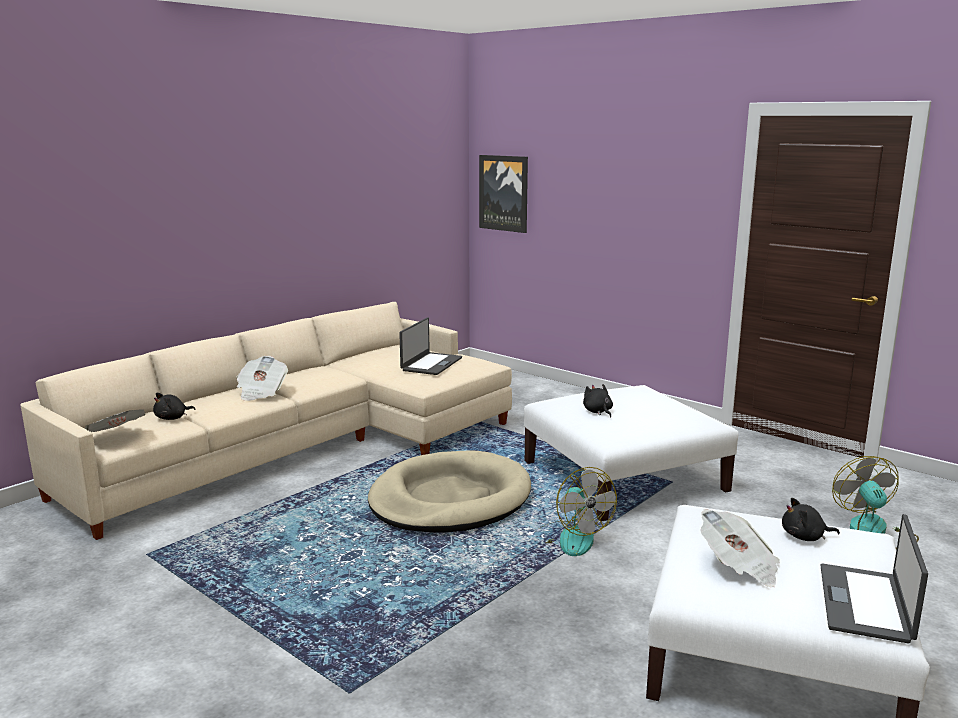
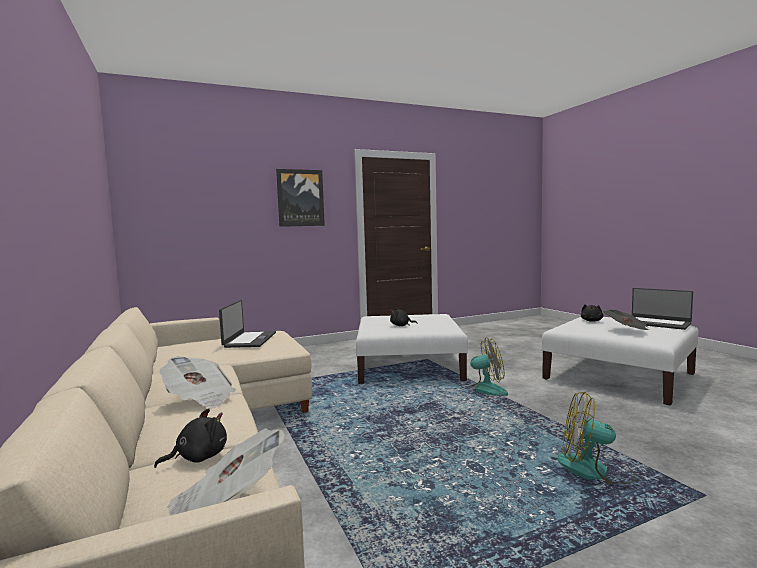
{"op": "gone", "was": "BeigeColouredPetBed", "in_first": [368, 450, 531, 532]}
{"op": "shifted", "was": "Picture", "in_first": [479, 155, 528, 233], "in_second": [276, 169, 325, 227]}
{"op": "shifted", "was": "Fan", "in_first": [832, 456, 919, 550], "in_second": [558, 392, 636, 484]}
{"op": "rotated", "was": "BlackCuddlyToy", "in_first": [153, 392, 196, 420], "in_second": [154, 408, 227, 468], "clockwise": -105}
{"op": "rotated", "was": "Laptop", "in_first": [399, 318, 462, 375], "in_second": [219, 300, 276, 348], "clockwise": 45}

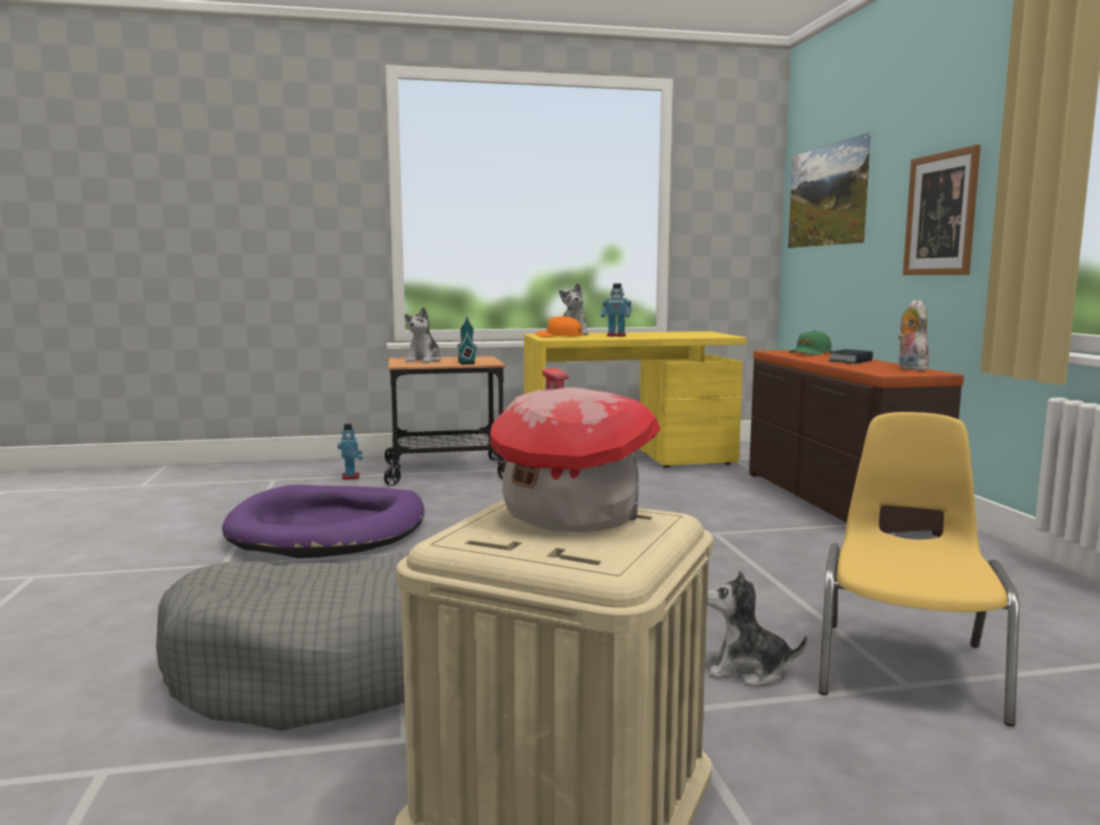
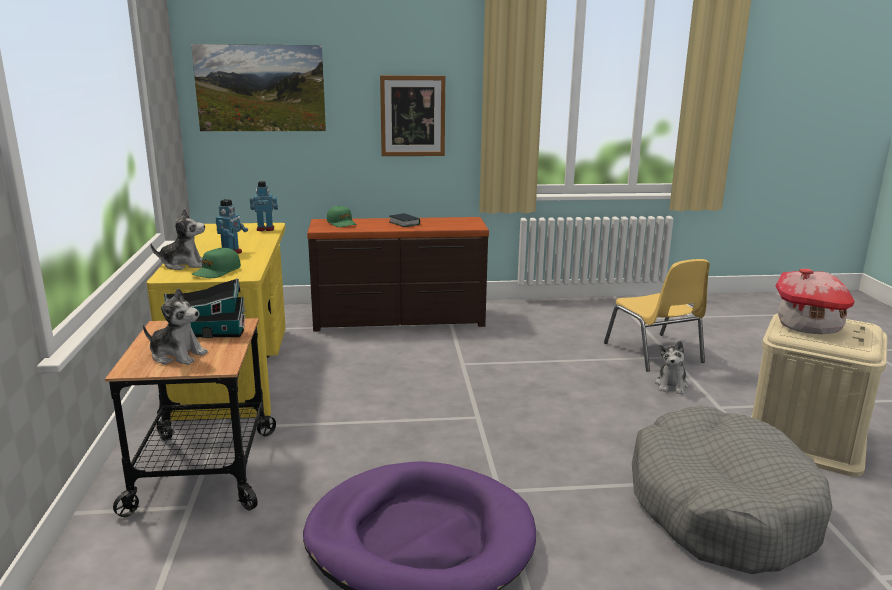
{"op": "gone", "was": "CuddlyToy", "in_first": [897, 300, 929, 371]}
{"op": "shifted", "was": "RobotFigure", "in_first": [337, 424, 363, 480], "in_second": [250, 181, 278, 231]}
{"op": "repainted", "was": "OrangeBaseballCap", "now": "GreenColouredBaseballCap", "in_first": [535, 316, 582, 337], "in_second": [191, 248, 241, 278]}
{"op": "rotated", "was": "YellowColouredChair", "in_first": [818, 412, 1019, 726], "in_second": [604, 259, 710, 372], "clockwise": -135}

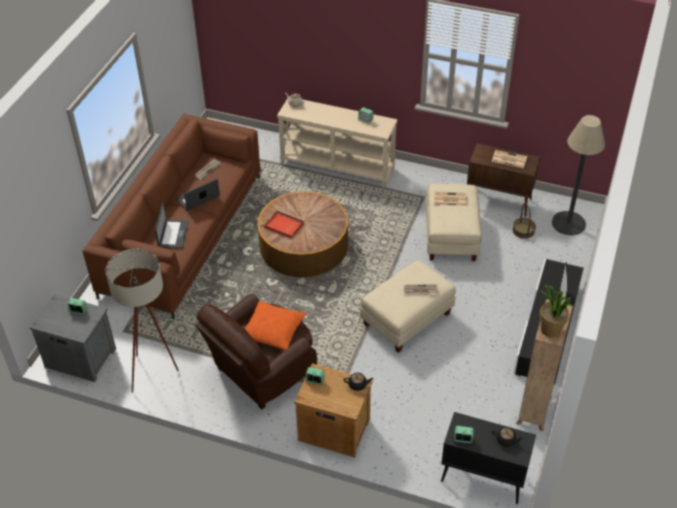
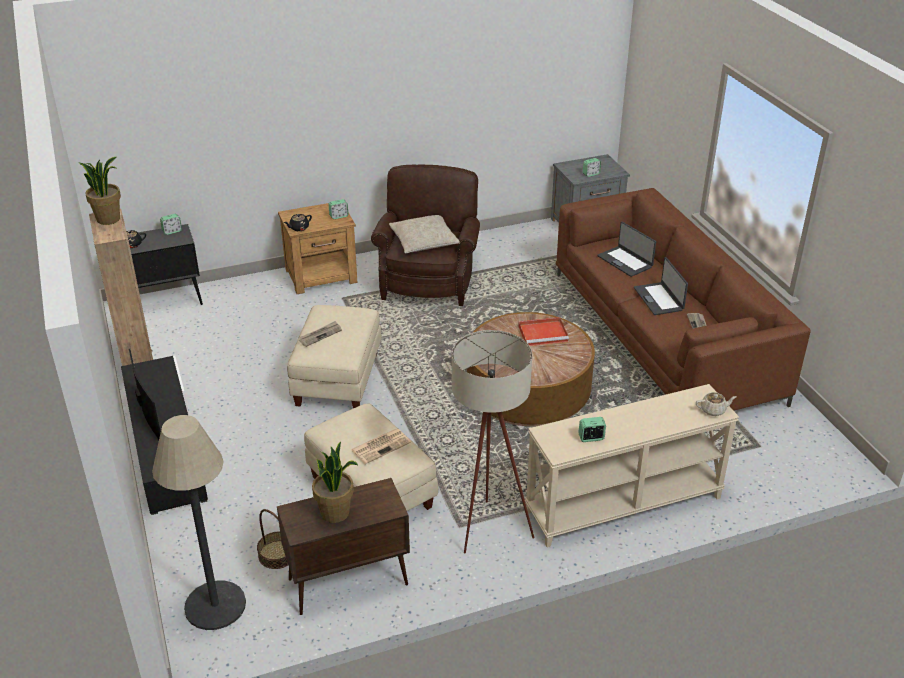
{"op": "shifted", "was": "BeigeColouredStandardLamp", "in_first": [105, 249, 179, 393], "in_second": [452, 330, 534, 553]}
{"op": "swapped", "was": "Newspaper", "now": "Houseplant", "in_first": [492, 150, 527, 168], "in_second": [312, 442, 358, 523]}
{"op": "repainted", "was": "OrangePillow", "now": "BeigeColouredPillow", "in_first": [245, 301, 307, 350], "in_second": [389, 215, 460, 253]}
{"op": "rotated", "was": "Laptop", "in_first": [176, 179, 220, 211], "in_second": [634, 257, 688, 315], "clockwise": 150}

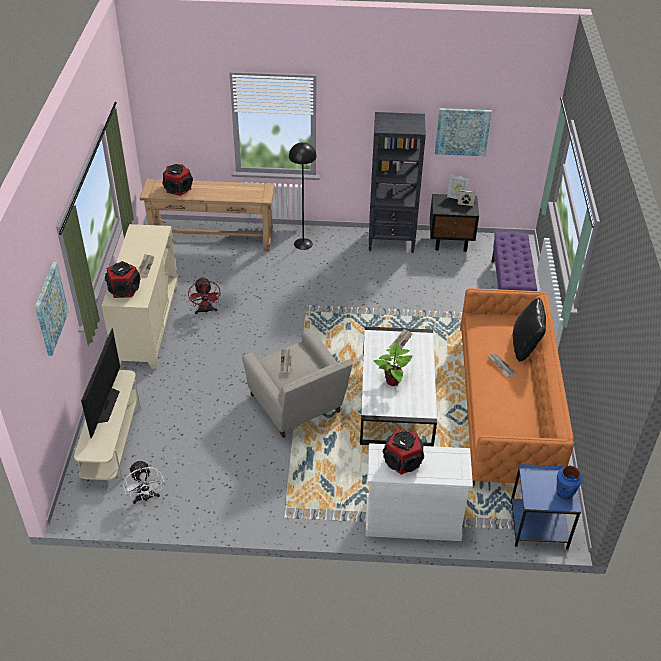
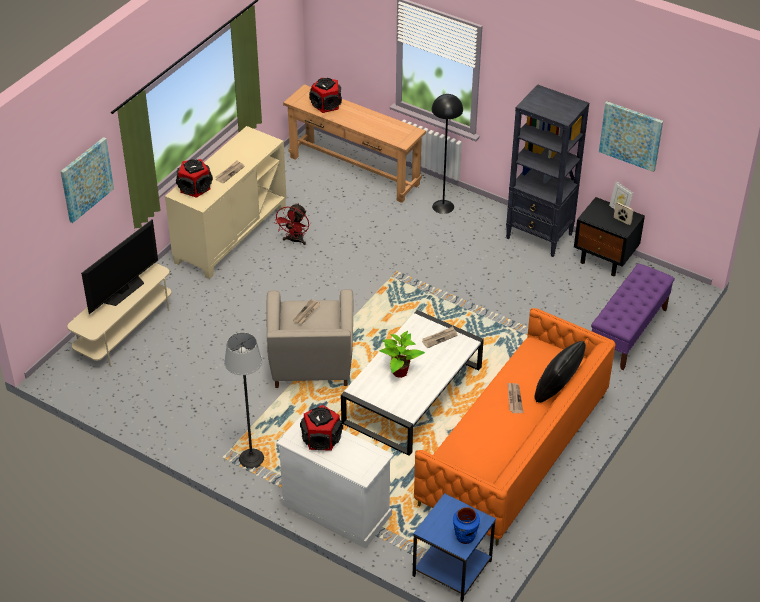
{"op": "gone", "was": "WhiteColouredFan", "in_first": [123, 460, 164, 504]}
{"op": "new", "now": "StandardLamp", "in_second": [224, 332, 264, 469]}

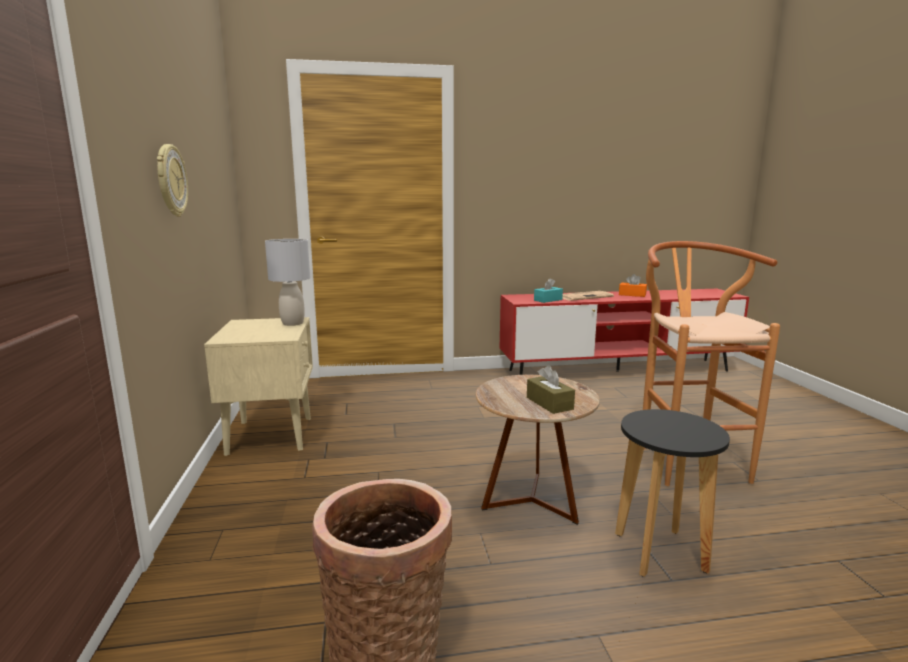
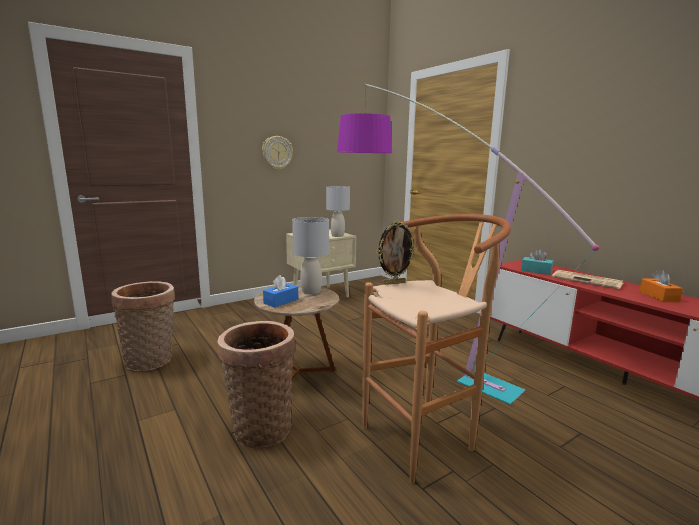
{"op": "new", "now": "GrayTableLamp", "in_second": [292, 217, 329, 295]}
{"op": "new", "now": "StandardLamp", "in_second": [337, 84, 599, 405]}
{"op": "new", "now": "StandingFrame", "in_second": [377, 220, 416, 285]}
{"op": "swapped", "was": "BlackSittingStool", "now": "HouseholdBasket", "in_first": [615, 409, 730, 577], "in_second": [217, 321, 295, 448]}
{"op": "repainted", "was": "BrownishTissueHolder", "now": "BluishTissueHolder", "in_first": [527, 365, 575, 414], "in_second": [263, 275, 298, 308]}

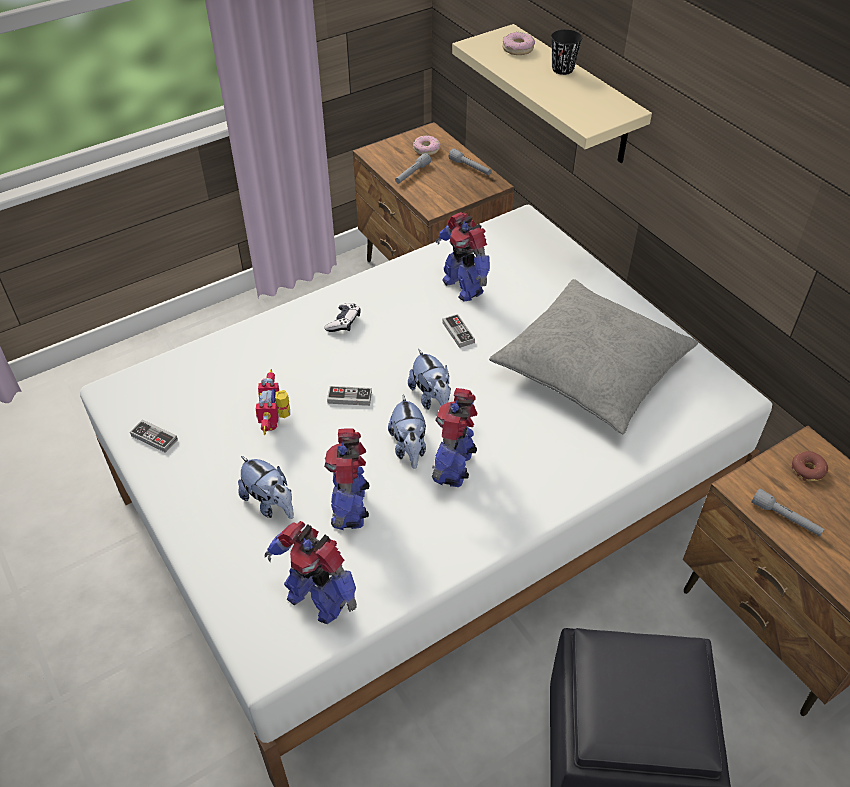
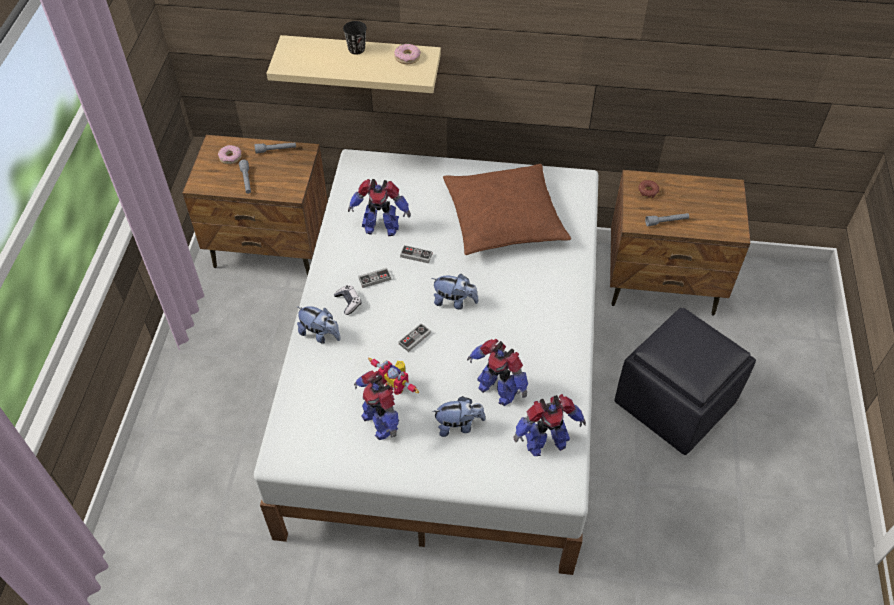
{"op": "shifted", "was": "Joypad", "in_first": [130, 419, 178, 453], "in_second": [358, 268, 391, 288]}
{"op": "shifted", "was": "CuddlyToy", "in_first": [388, 395, 426, 469], "in_second": [296, 306, 341, 343]}
{"op": "shifted", "was": "RobotFigure", "in_first": [432, 388, 477, 487], "in_second": [354, 370, 399, 440]}
{"op": "shifted", "was": "Doughnut", "in_first": [502, 32, 535, 55], "in_second": [394, 44, 421, 64]}
{"op": "repainted", "was": "GrayPillow", "now": "BrownishPillow", "in_first": [489, 279, 698, 434], "in_second": [443, 164, 571, 255]}

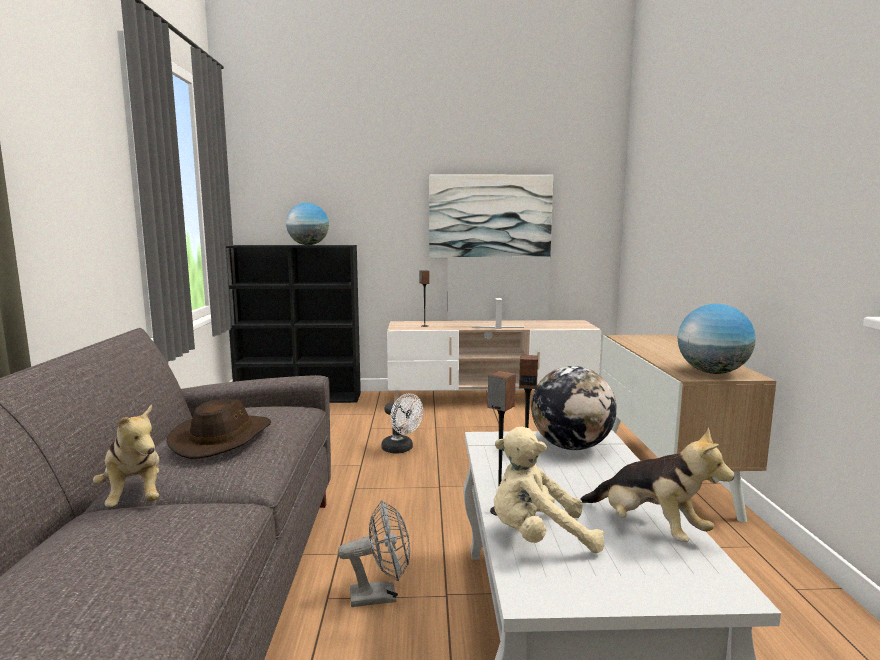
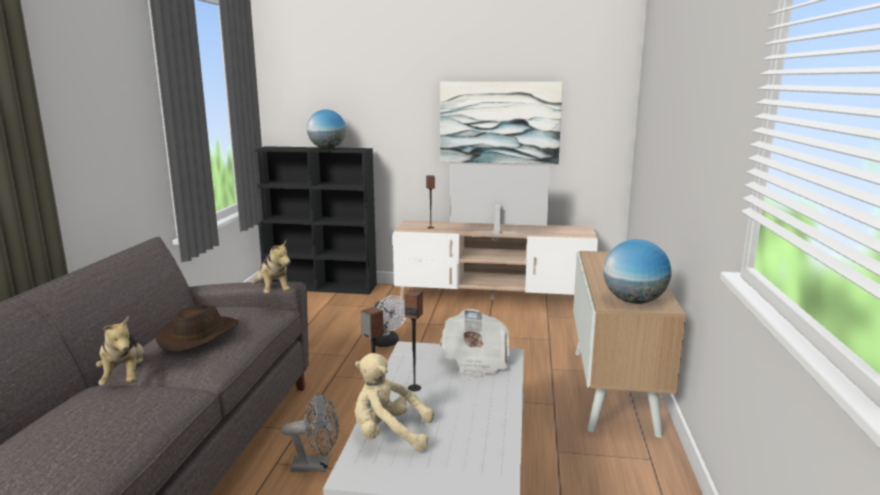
{"op": "shifted", "was": "CuddlyToy", "in_first": [580, 428, 734, 542], "in_second": [251, 240, 291, 293]}
{"op": "swapped", "was": "Globe", "now": "Newspaper", "in_first": [531, 366, 617, 450], "in_second": [440, 309, 509, 380]}

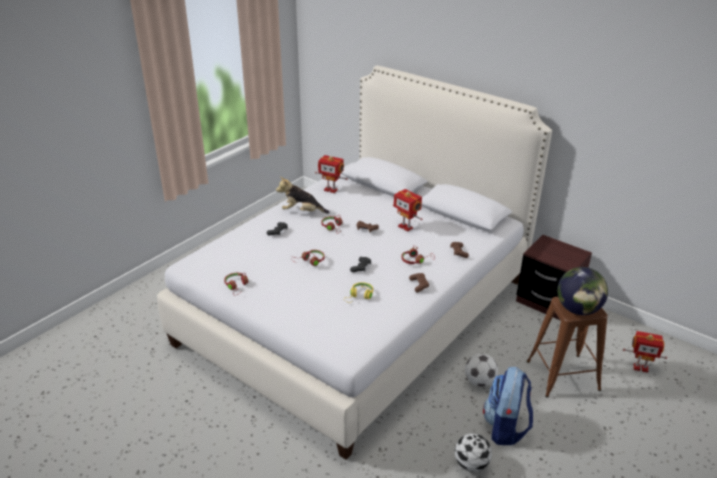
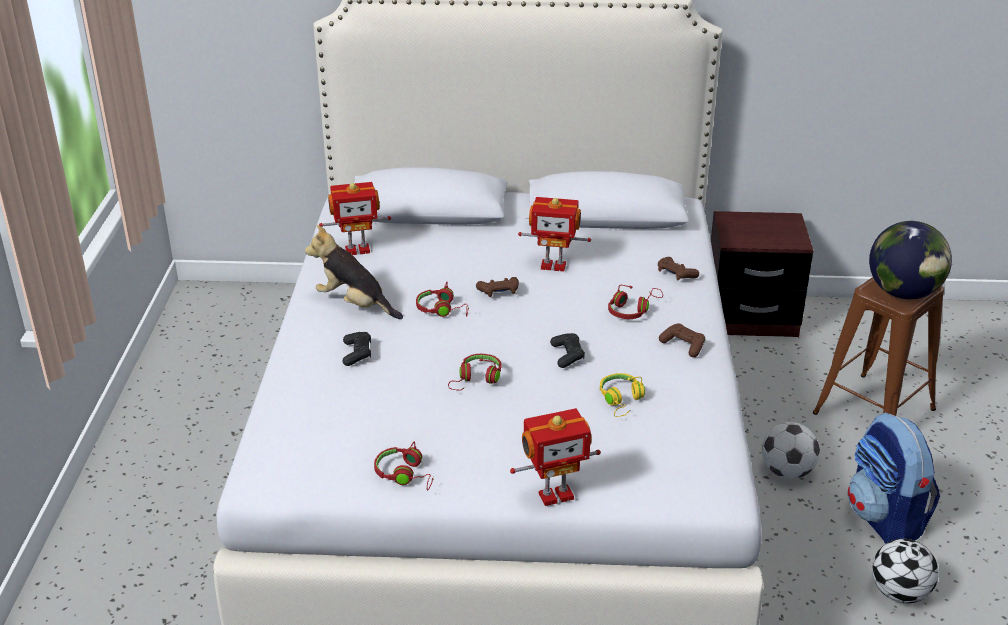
{"op": "shifted", "was": "RobotFigure", "in_first": [623, 331, 667, 373], "in_second": [510, 408, 601, 506]}
{"op": "rotated", "was": "CuddlyToy", "in_first": [276, 177, 330, 213], "in_second": [305, 225, 403, 319], "clockwise": 60}

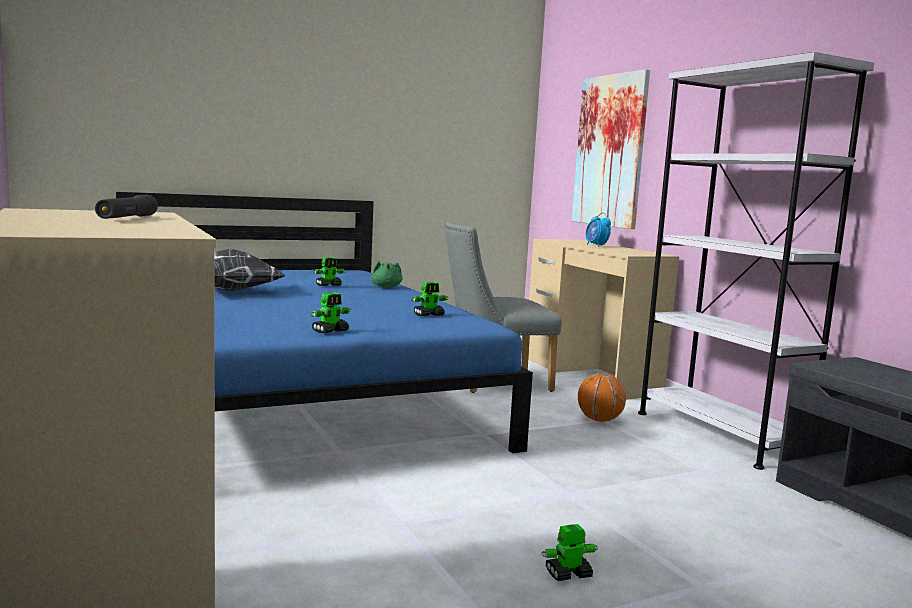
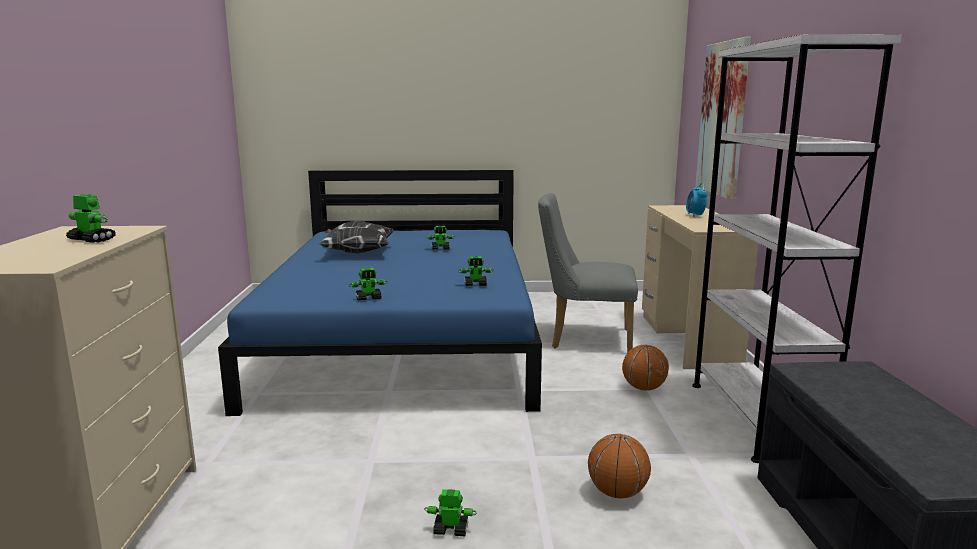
{"op": "gone", "was": "GreenColouredCuddlyToy", "in_first": [371, 261, 403, 288]}
{"op": "new", "now": "Basketball", "in_second": [588, 434, 651, 498]}
{"op": "swapped", "was": "BlackHandTorch", "now": "RobotFigure", "in_first": [95, 194, 158, 219], "in_second": [66, 194, 116, 243]}

